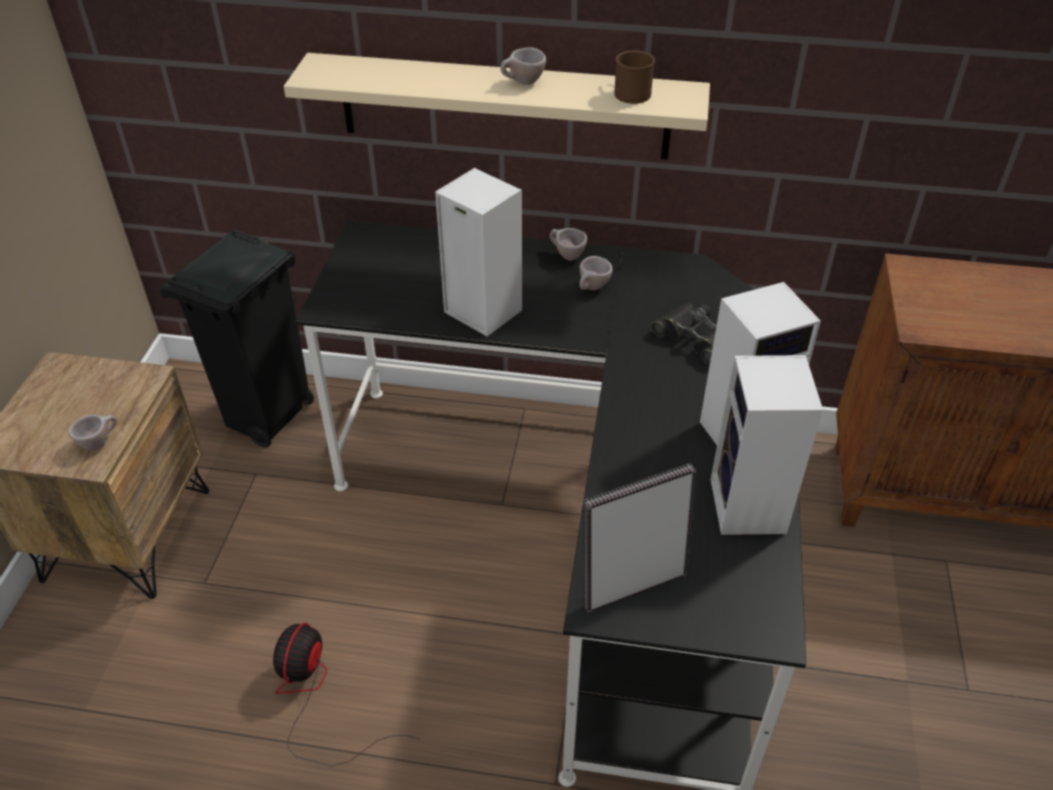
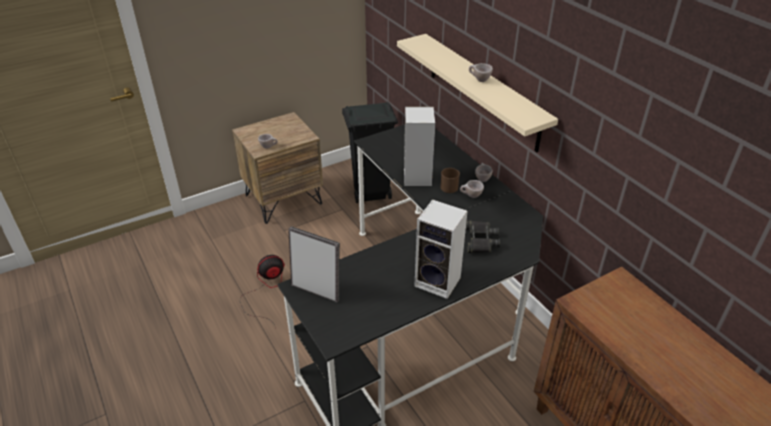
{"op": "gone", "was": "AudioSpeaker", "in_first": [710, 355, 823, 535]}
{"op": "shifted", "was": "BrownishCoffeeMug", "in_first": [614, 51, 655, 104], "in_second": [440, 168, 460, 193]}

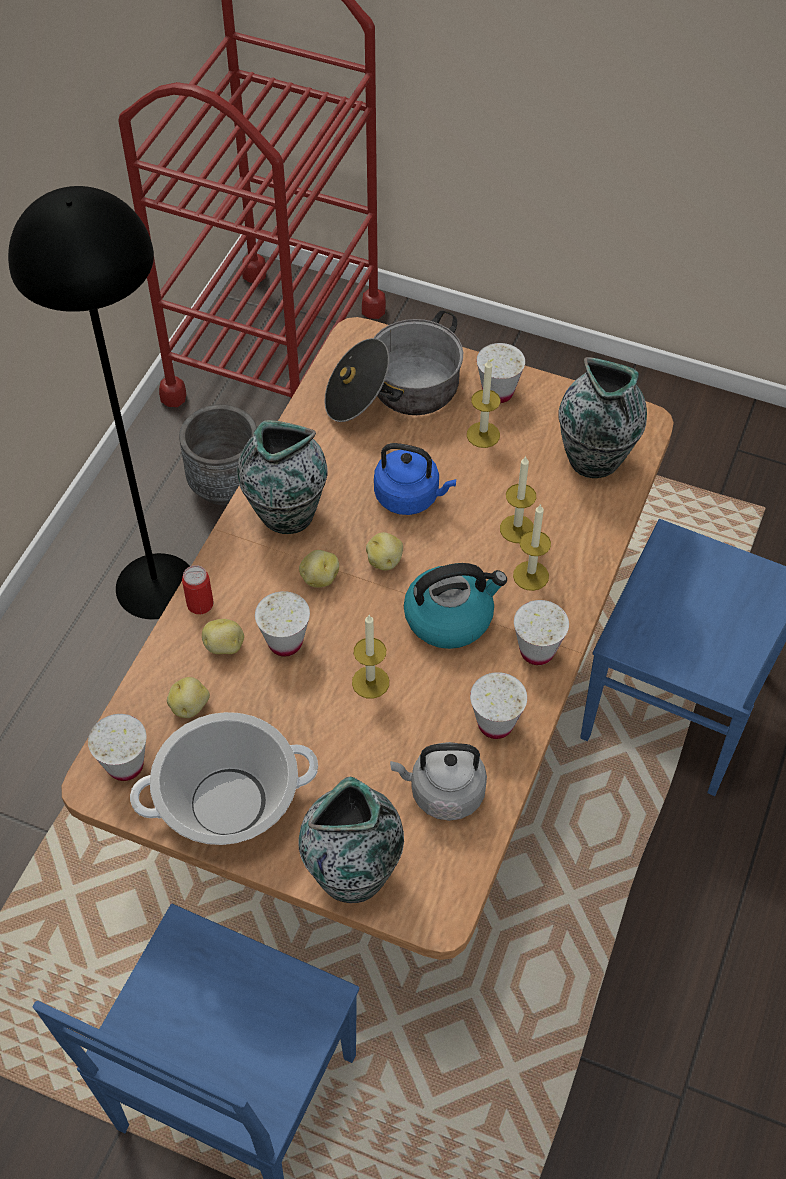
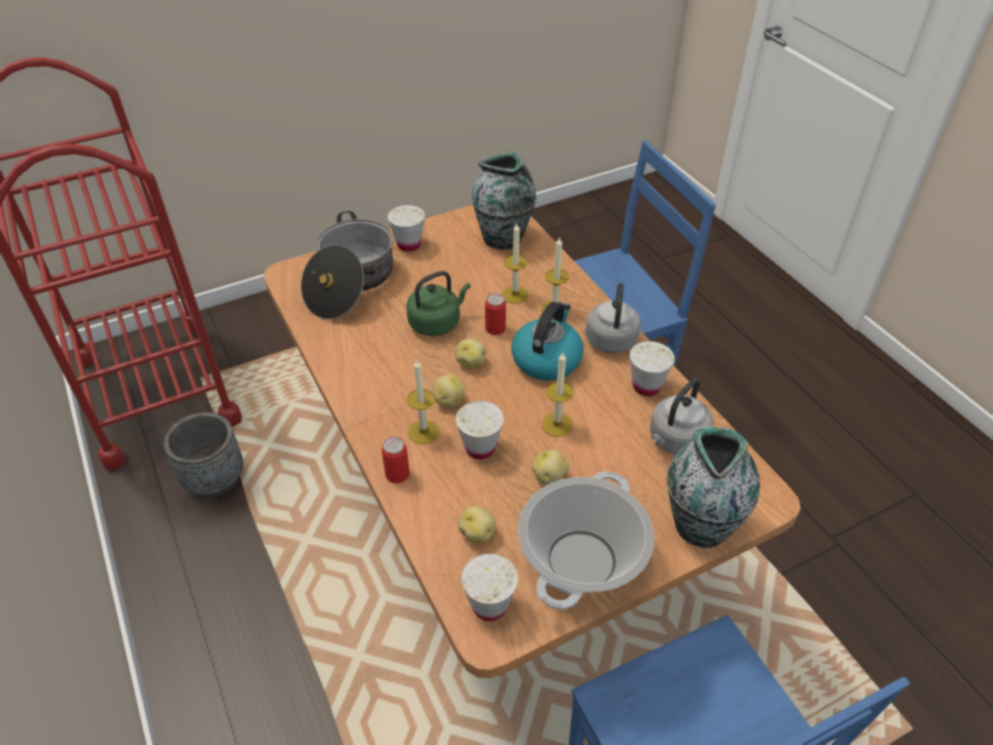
{"op": "gone", "was": "BlackStandardLamp", "in_first": [8, 186, 190, 619]}
{"op": "gone", "was": "FlowerVase", "in_first": [237, 420, 328, 534]}
{"op": "new", "now": "Can", "in_second": [485, 293, 506, 335]}
{"op": "shifted", "was": "WholePotato", "in_first": [202, 619, 244, 654], "in_second": [532, 449, 569, 485]}
{"op": "shifted", "was": "WaxLight", "in_first": [467, 360, 501, 448], "in_second": [407, 360, 440, 444]}
{"op": "swapped", "was": "WhiteColouredDrinkingCup", "now": "GrayTeaKettle", "in_first": [514, 600, 569, 665], "in_second": [585, 283, 641, 353]}
{"op": "repainted", "was": "BluishTeaKettle", "now": "GreenColouredTeaKettle", "in_first": [374, 443, 456, 515], "in_second": [406, 271, 471, 336]}

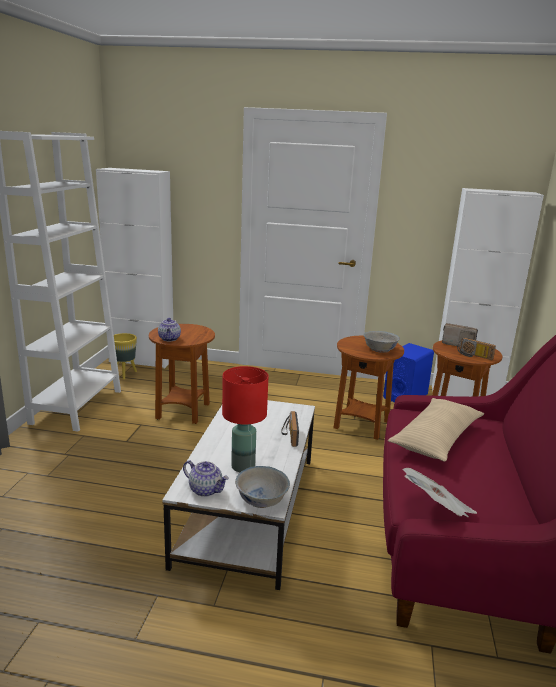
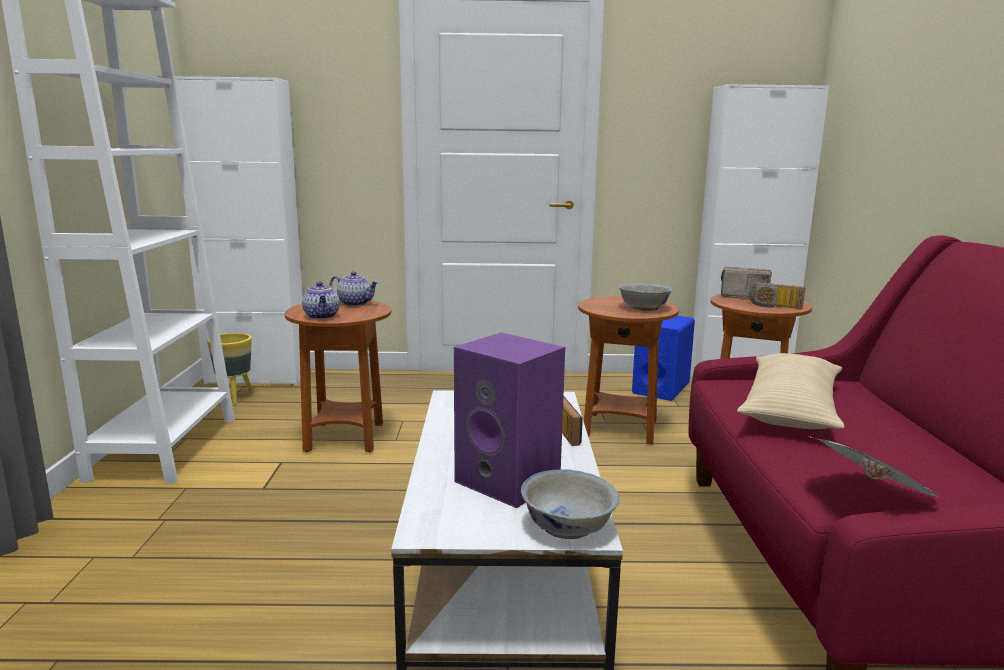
{"op": "shifted", "was": "Teapot", "in_first": [183, 460, 229, 497], "in_second": [330, 271, 379, 306]}
{"op": "swapped", "was": "RedColouredTableLamp", "now": "PurpleAudioSpeaker", "in_first": [222, 366, 269, 472], "in_second": [454, 332, 565, 508]}

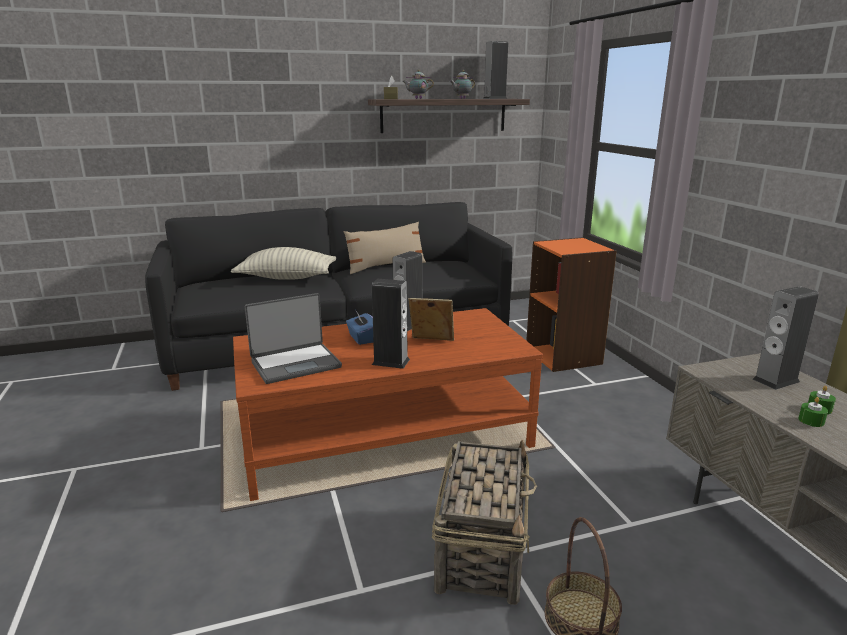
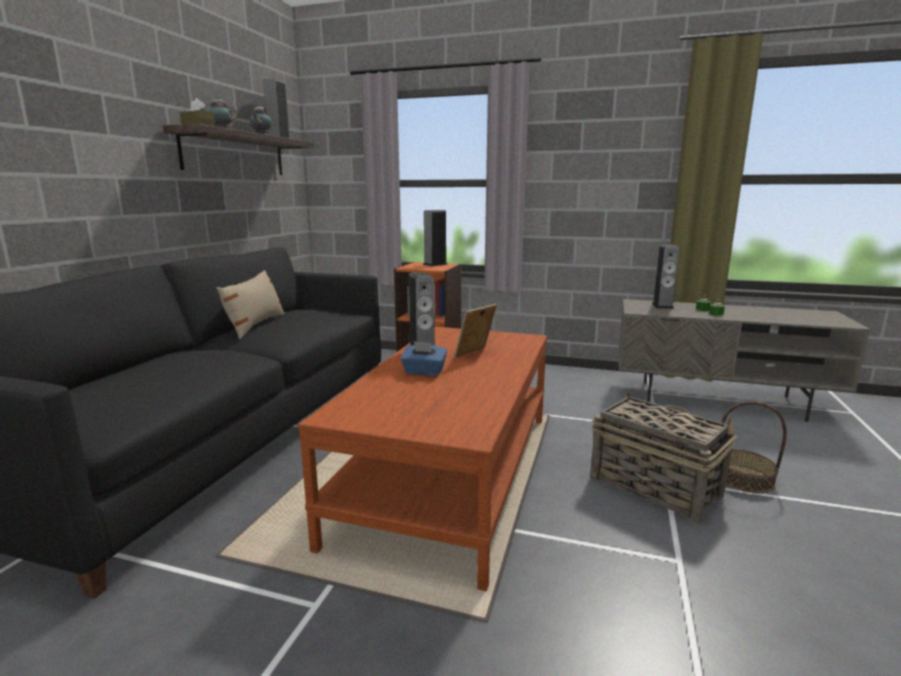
{"op": "gone", "was": "Pillow", "in_first": [231, 247, 337, 280]}
{"op": "gone", "was": "Laptop", "in_first": [245, 293, 342, 384]}
{"op": "shifted", "was": "AudioSpeaker", "in_first": [372, 279, 410, 369], "in_second": [423, 210, 447, 266]}

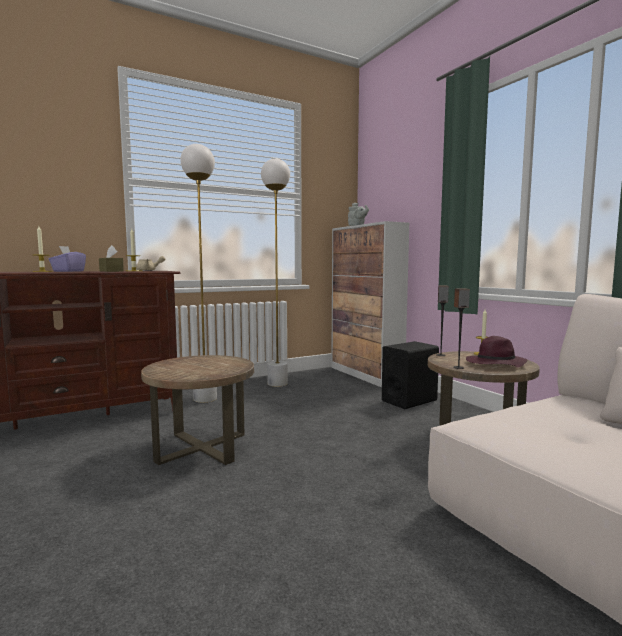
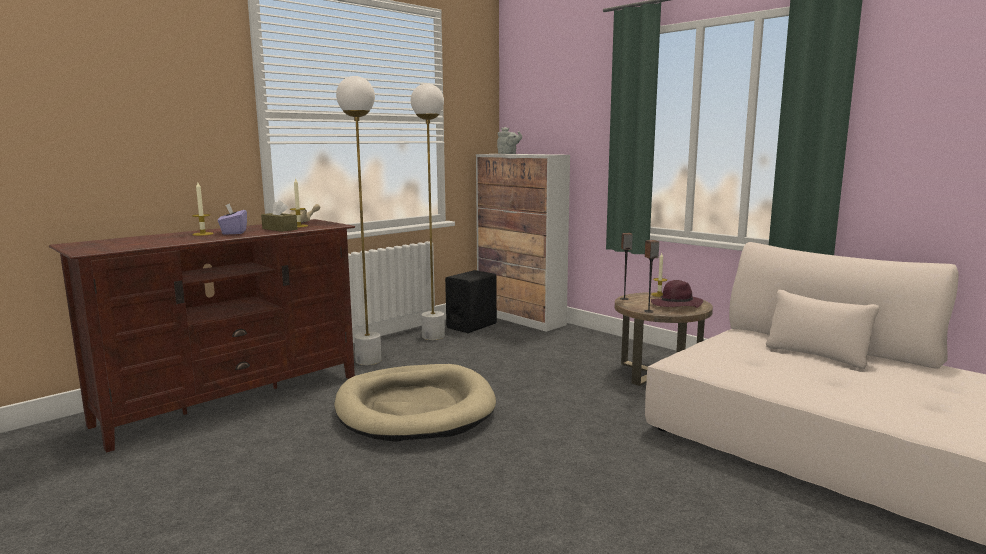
{"op": "shifted", "was": "BlackAudioSpeaker", "in_first": [382, 341, 439, 409], "in_second": [445, 270, 497, 333]}
{"op": "swapped", "was": "BrownishAccentTable", "now": "BeigeColouredPetBed", "in_first": [141, 355, 254, 465], "in_second": [334, 364, 496, 442]}

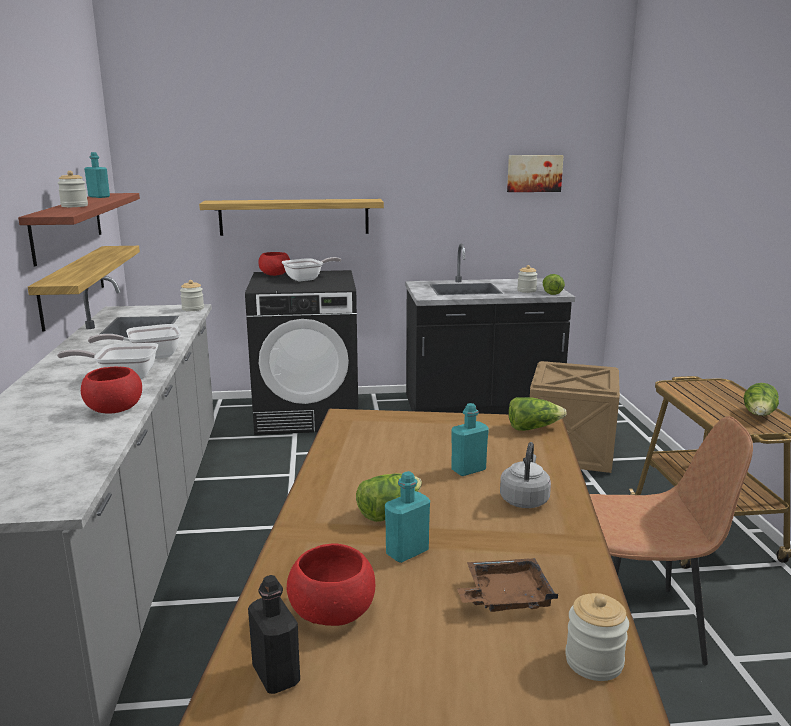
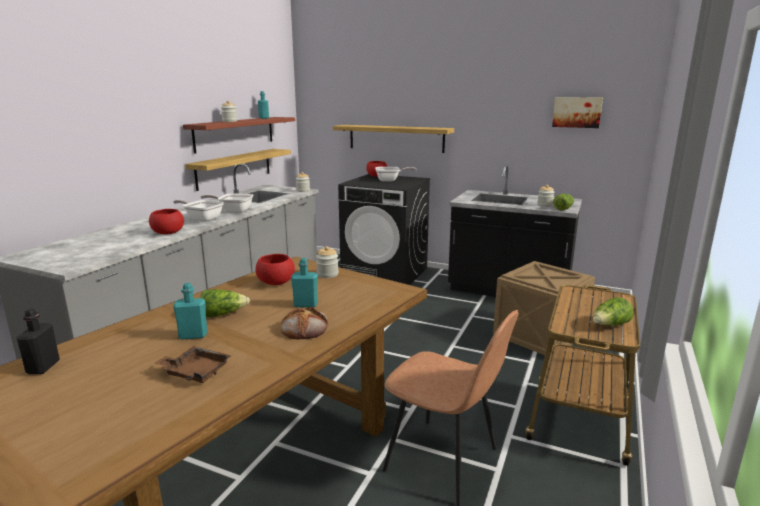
{"op": "gone", "was": "HeadOfLettuce", "in_first": [508, 397, 566, 431]}
{"op": "shifted", "was": "RedColouredServingBowl", "in_first": [287, 543, 375, 626], "in_second": [256, 254, 295, 285]}
{"op": "shifted", "was": "Jar", "in_first": [565, 593, 629, 681], "in_second": [316, 246, 339, 278]}
{"op": "swapped", "was": "GrayTeaKettle", "now": "BakeryBread", "in_first": [500, 442, 551, 508], "in_second": [281, 307, 328, 339]}

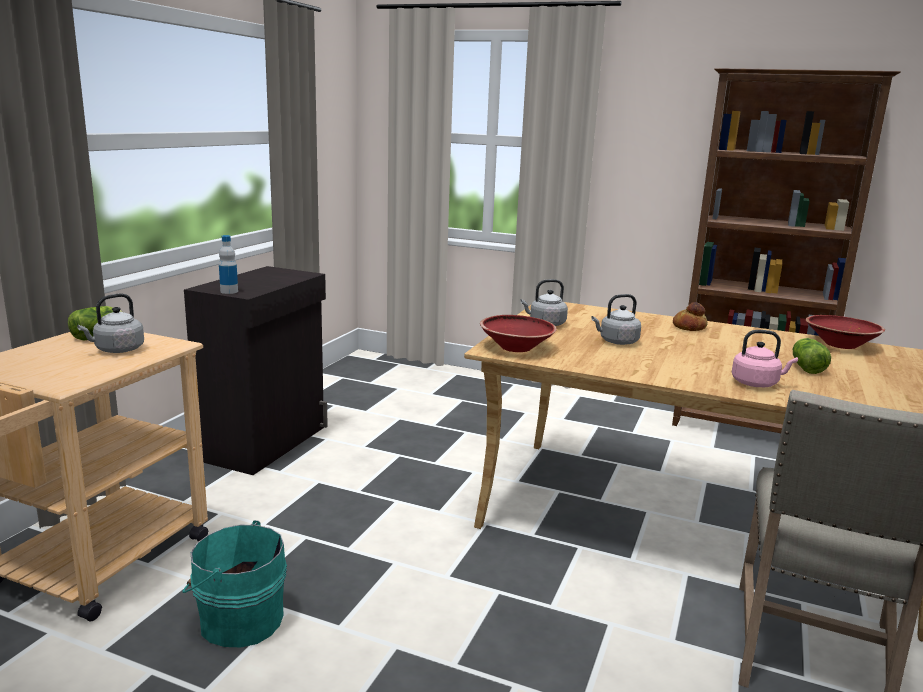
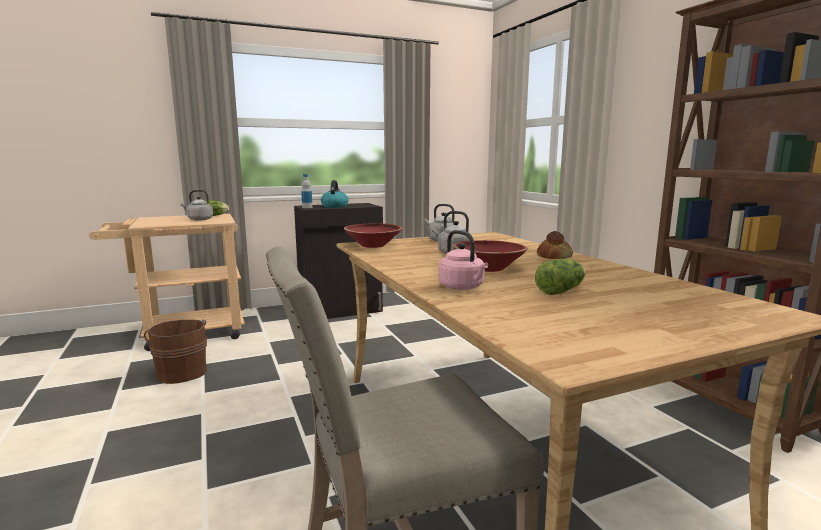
{"op": "new", "now": "TeaKettle", "in_second": [321, 180, 348, 208]}
{"op": "shifted", "was": "RedColouredServingBowl", "in_first": [806, 315, 885, 349], "in_second": [453, 240, 528, 272]}
{"op": "repainted", "was": "BlueGreenBucket", "now": "BrownishBucket", "in_first": [183, 520, 287, 647], "in_second": [144, 319, 207, 384]}

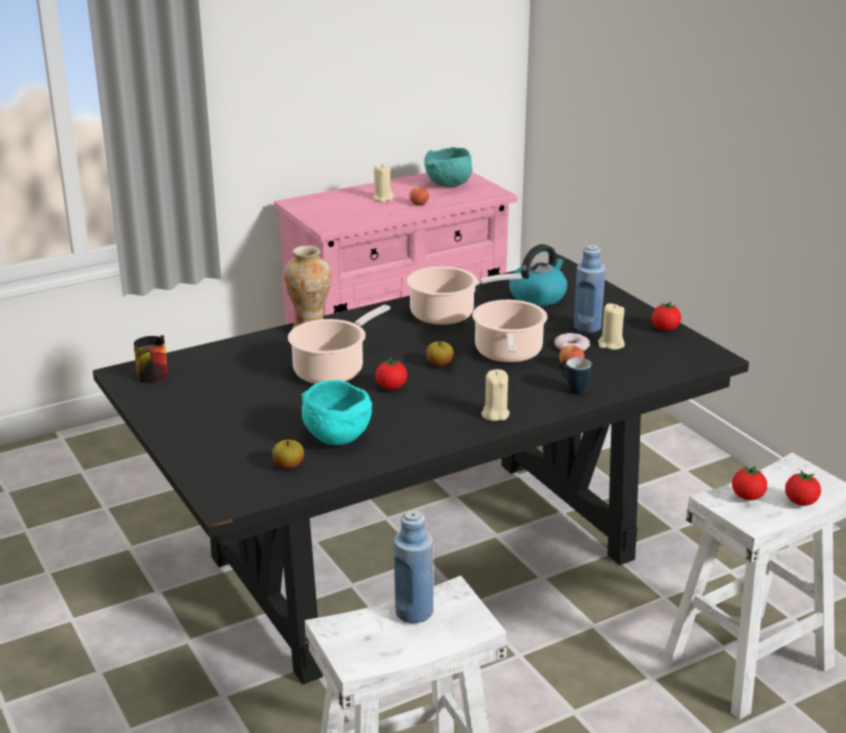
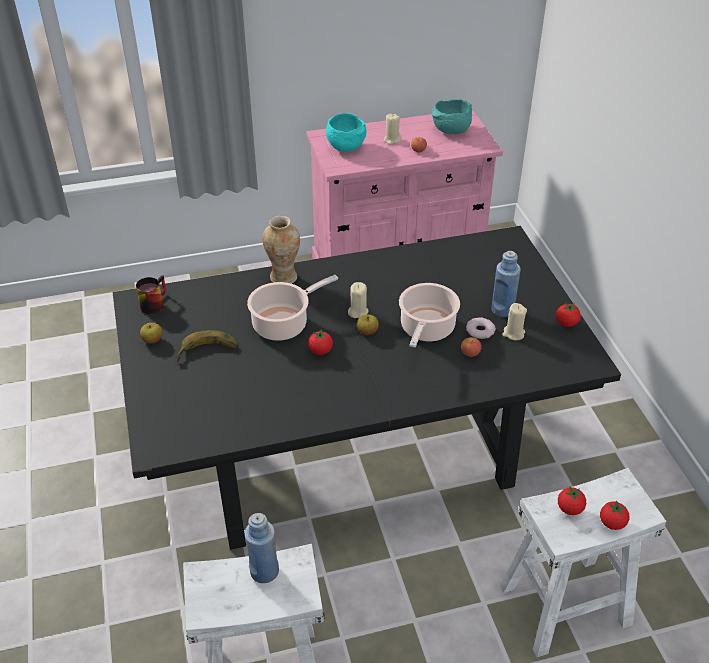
{"op": "gone", "was": "Saucepot", "in_first": [407, 266, 522, 325]}
{"op": "gone", "was": "TeaKettle", "in_first": [509, 244, 567, 306]}
{"op": "gone", "was": "CoffeeMug", "in_first": [561, 357, 592, 394]}
{"op": "new", "now": "Banana", "in_second": [176, 330, 239, 362]}
{"op": "shifted", "was": "Apple", "in_first": [272, 440, 304, 469], "in_second": [140, 323, 162, 344]}
{"op": "shifted", "was": "BlueGreenServingBowl", "in_first": [301, 380, 372, 445], "in_second": [326, 113, 366, 152]}
{"op": "shifted", "was": "BeigeColouredWaxLight", "in_first": [481, 369, 509, 421], "in_second": [348, 282, 369, 318]}

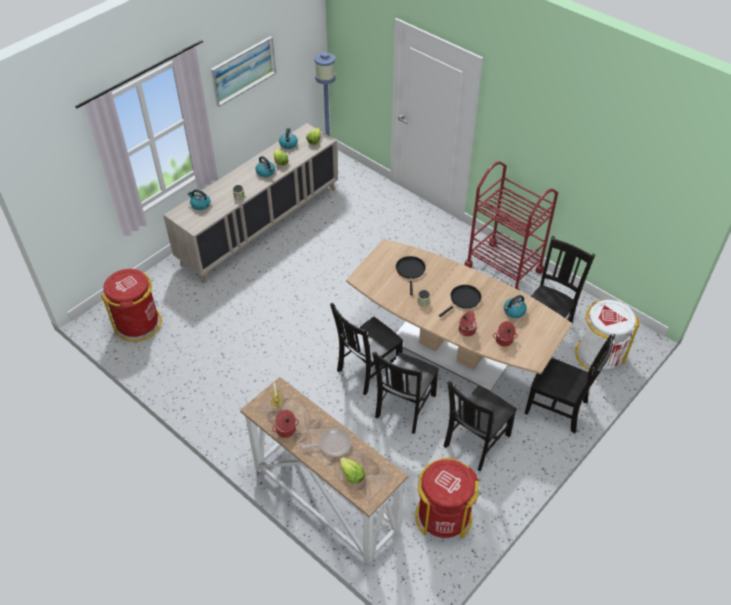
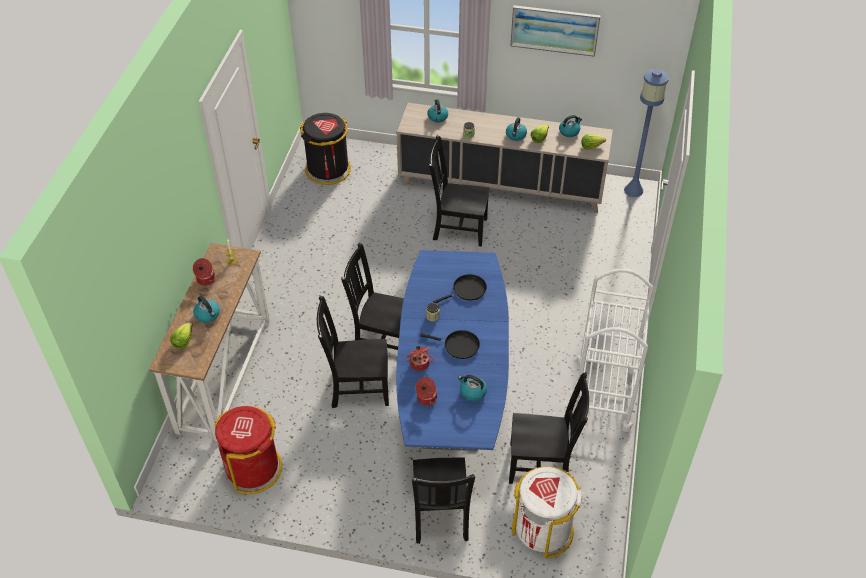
{"op": "shifted", "was": "BlackChair", "in_first": [444, 381, 517, 471], "in_second": [429, 135, 489, 246]}
{"op": "swapped", "was": "Skillet", "now": "TeaKettle", "in_first": [302, 428, 351, 457], "in_second": [193, 296, 220, 323]}
{"op": "repainted", "was": "RedColouredWasteBin", "now": "BlackWasteBin", "in_first": [101, 269, 162, 342], "in_second": [300, 113, 351, 185]}
{"op": "repainted", "was": "BrownishDiningTable", "now": "BluishDiningTable", "in_first": [346, 239, 572, 392], "in_second": [396, 250, 509, 451]}
{"op": "repainted", "was": "RedColouredCart", "now": "WhiteColouredCart", "in_first": [464, 161, 558, 290], "in_second": [572, 268, 654, 432]}

